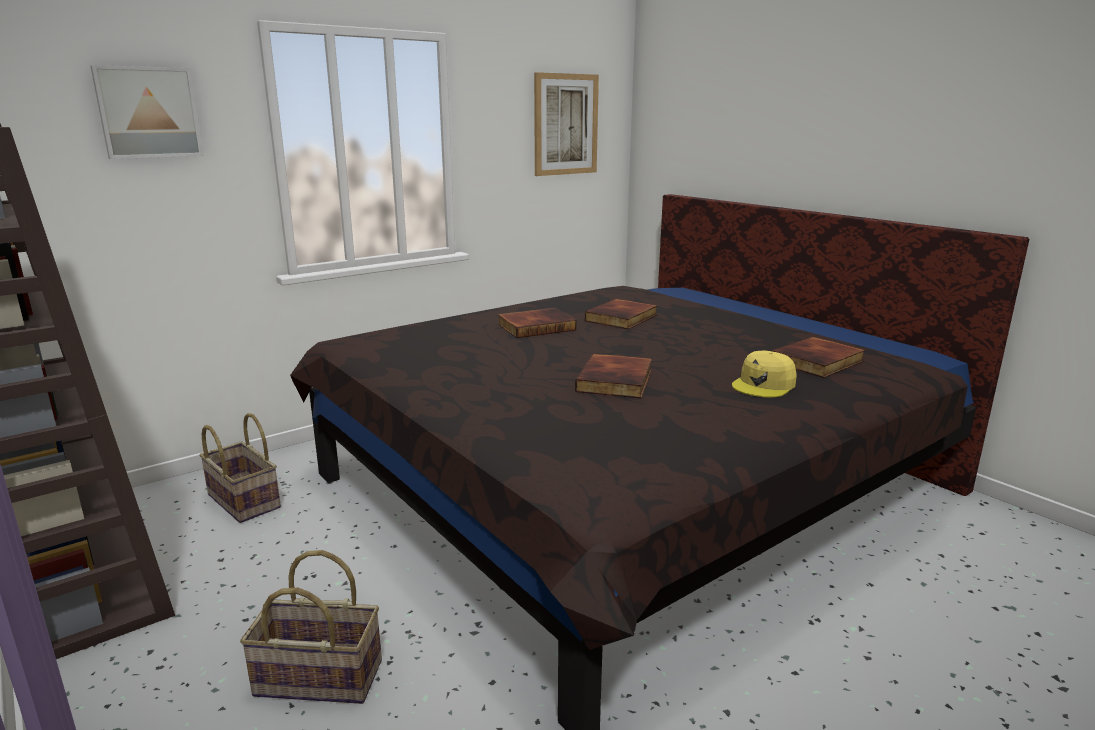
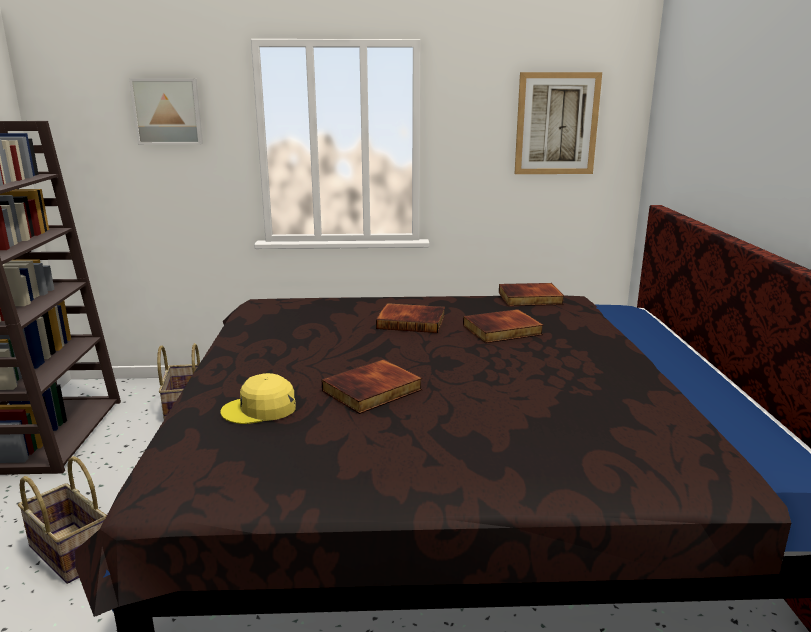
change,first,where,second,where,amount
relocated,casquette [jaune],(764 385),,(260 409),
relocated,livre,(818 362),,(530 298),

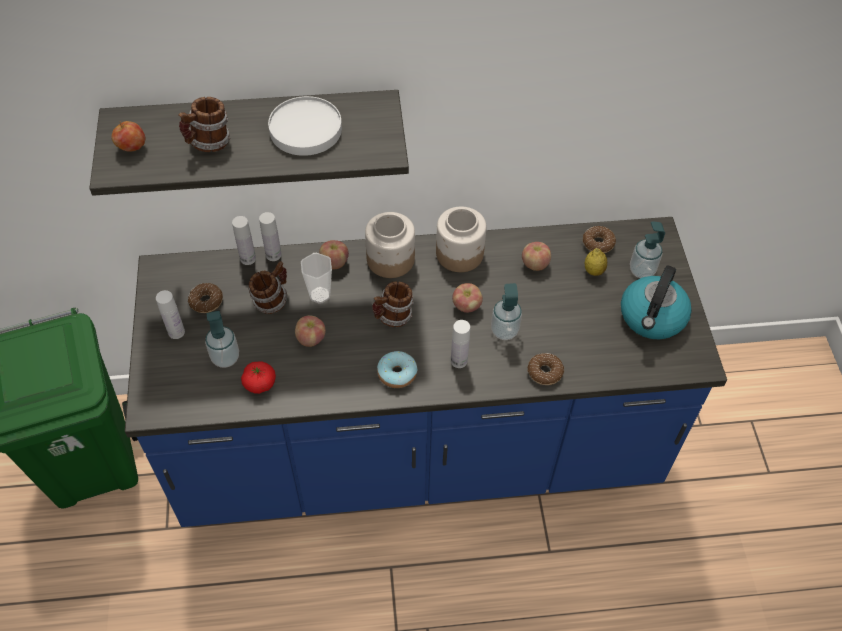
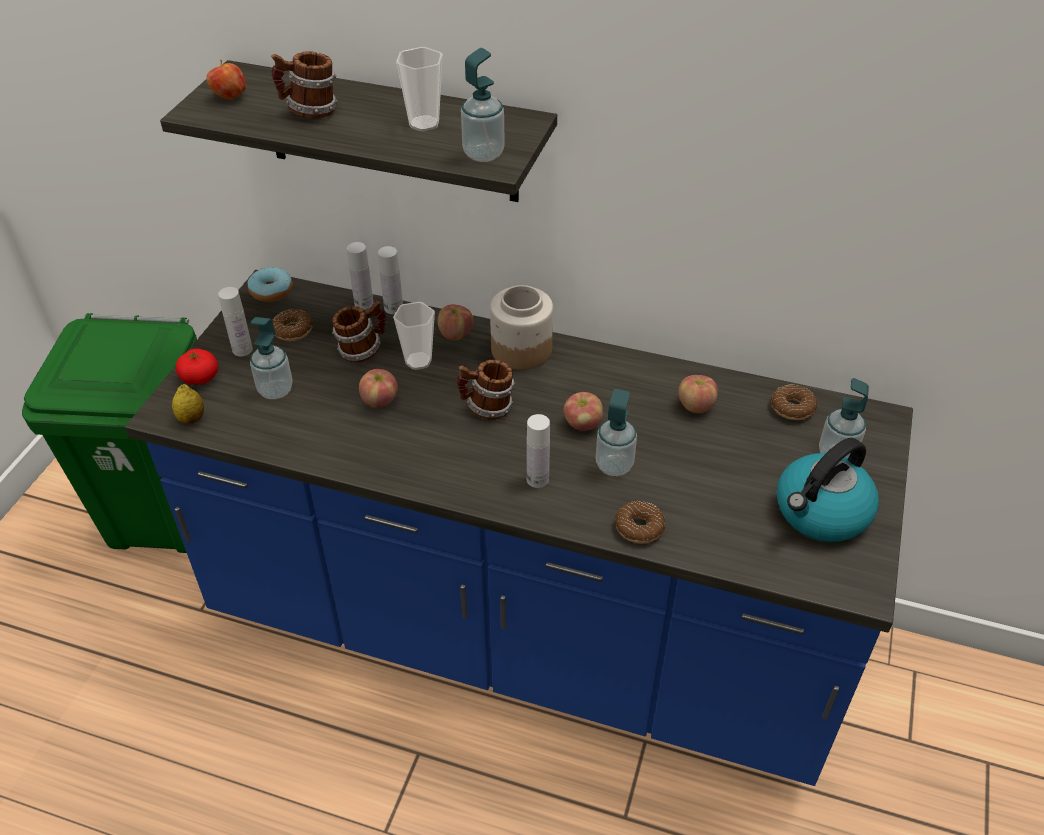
change,first,where,second,where,amount
relocated,tomate,(260 383),,(200 377),
exchanged,assiette [blanc],(306 129),tasse,(424 124),
relocated,beignet,(397 374),,(271 291),
missing,bocal,(460 254),,,
relocated,citron,(593 271),,(192 419),
appeared,,,distributeur de savon,(483 154),

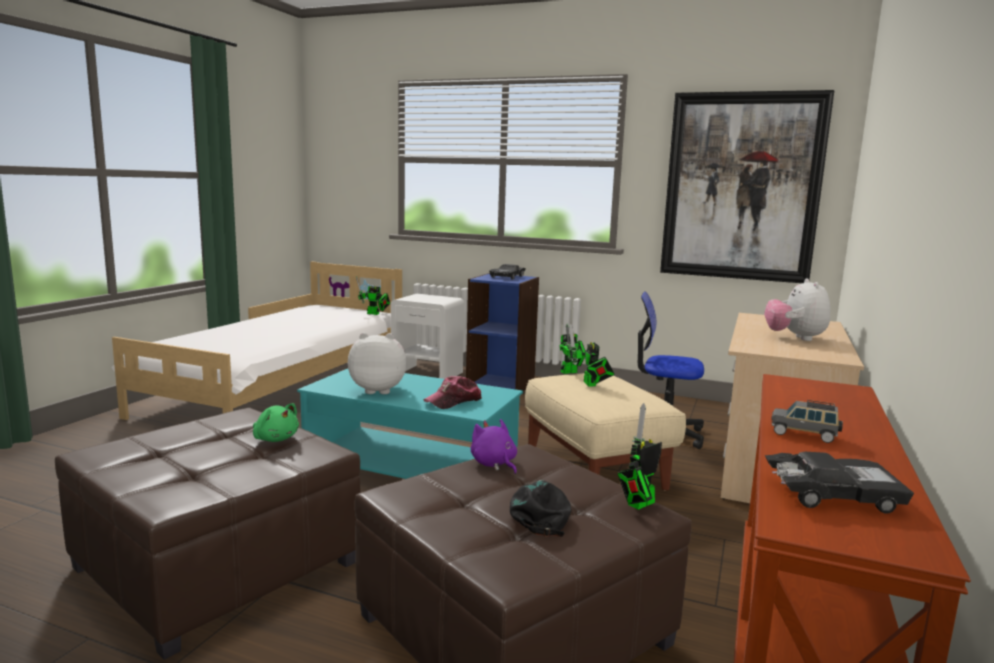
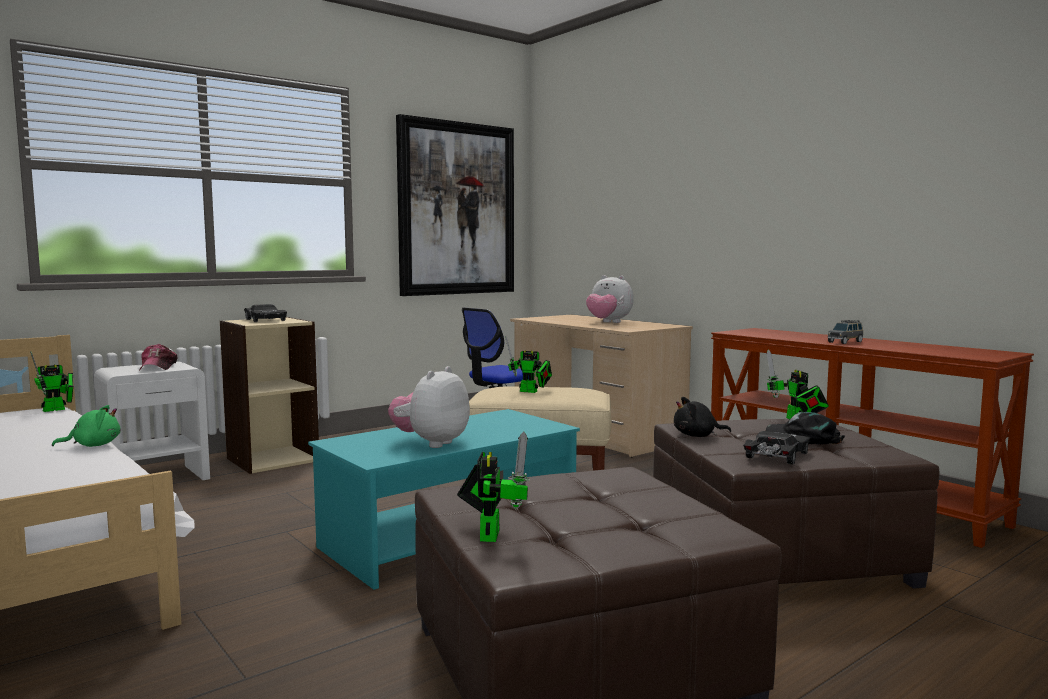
change,first,where,second,where,amount
relocated,peluche [vert],(275 439),,(93 445),
relocated,casquette,(453 401),,(158 367),
colour,bibliothèque [bleu],(501 385),bibliothèque [beige],(272 459),
colour,peluche [violet],(494 464),peluche [noir],(697 436),
relocated,robot jouet,(571 372),,(490 533),
relocated,petite voiture [noir],(832 494),,(776 455),

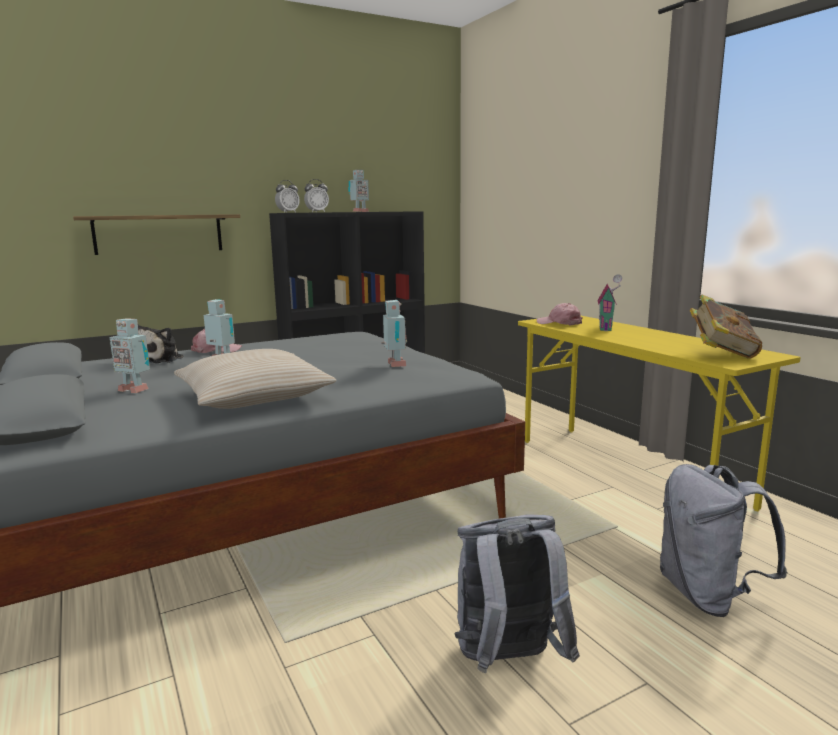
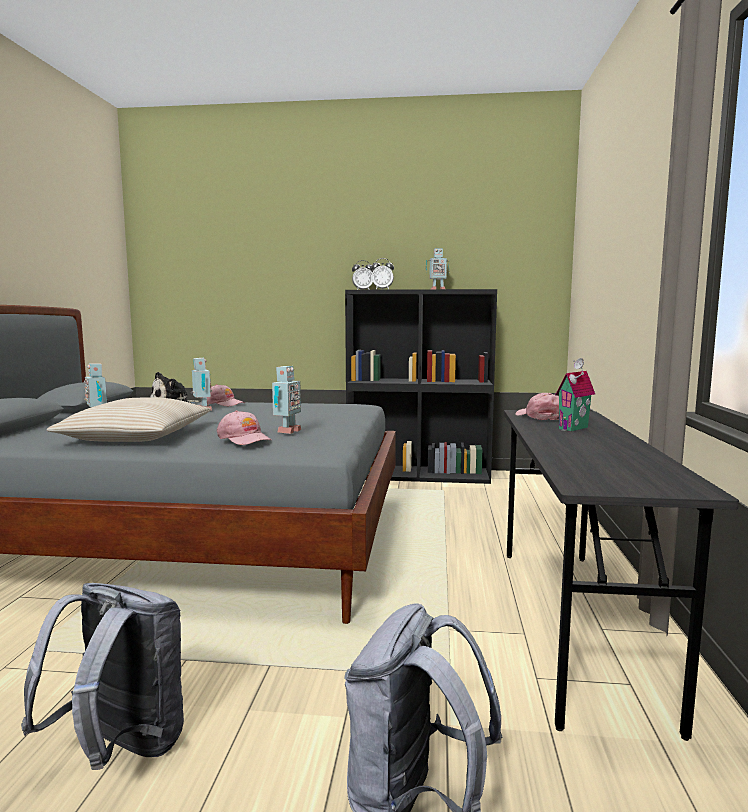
change,first,where,second,where,amount
missing,étagère,(159 234),,,
colour,bureau [jaune],(627 471),bureau [gris],(575 624),
missing,livre,(721 353),,,
appeared,,,casquette [rose],(244 439),

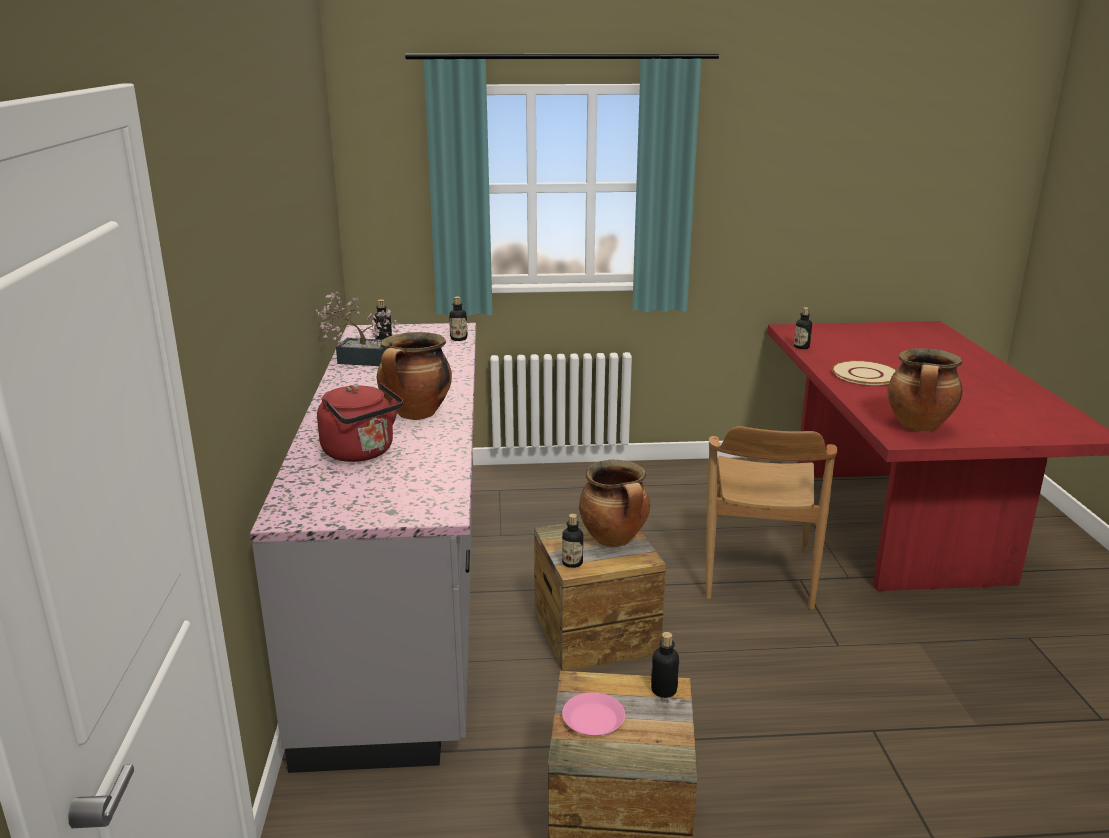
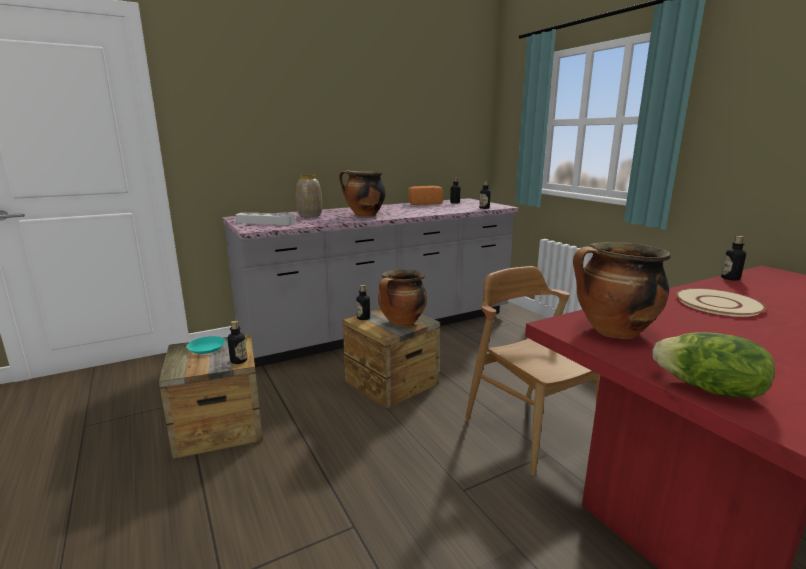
change,first,where,second,where,amount
exchanged,plante en pot,(359 359),pain,(424 203),
exchanged,bouilloire [rouge],(362 453),vase,(309 216),
colour,assiette [rose],(593 719),assiette [turquoise],(206 348),
spun,chaise [marron],(757 573),,(530 430),75 degrees clockwise
appeared,,,plateau [gris],(265 222),
appeared,,,laitue,(708 389),

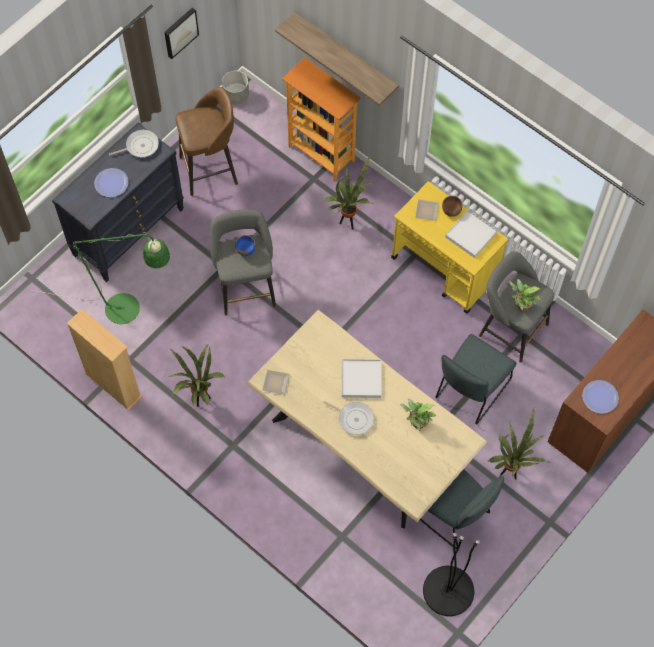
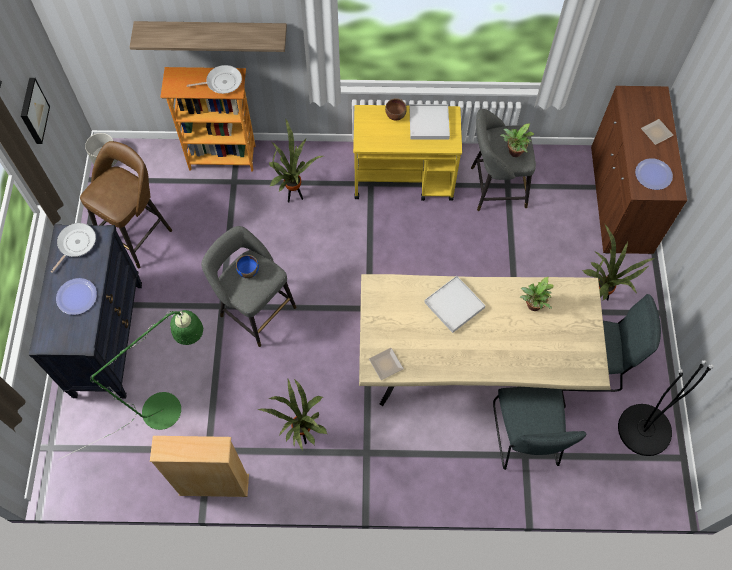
change,first,where,second,where,amount
relocated,poêle,(354 418),,(222 82),
relocated,assiette,(426 210),,(655 132),
relocated,chaise [gris],(470 391),,(525 438),

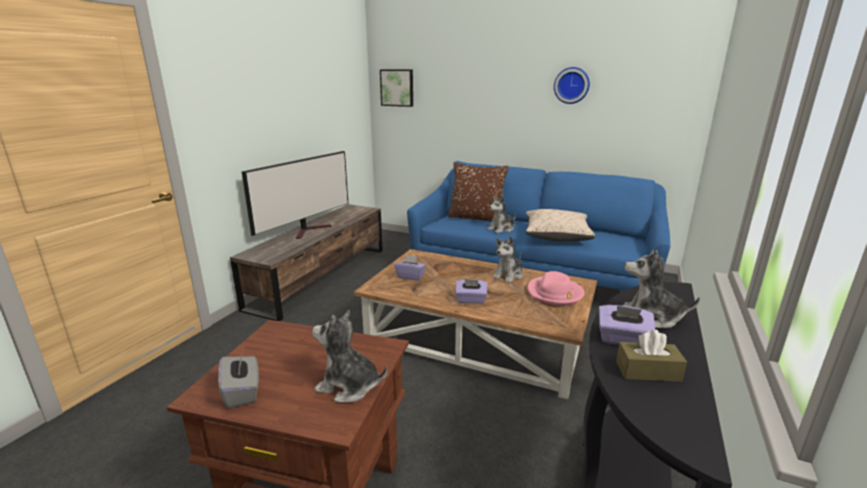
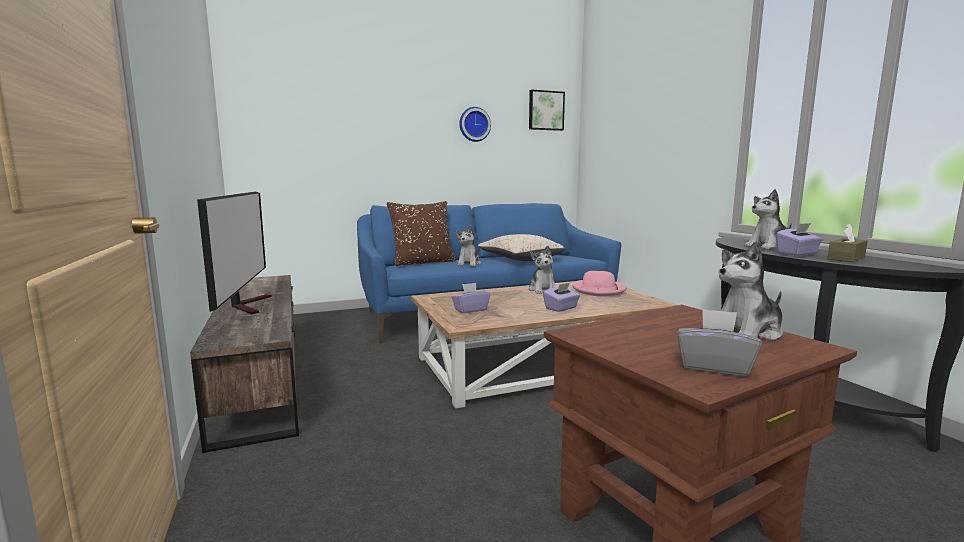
change,first,where,second,where,amount
relocated,tableau,(397 87),,(545 110),

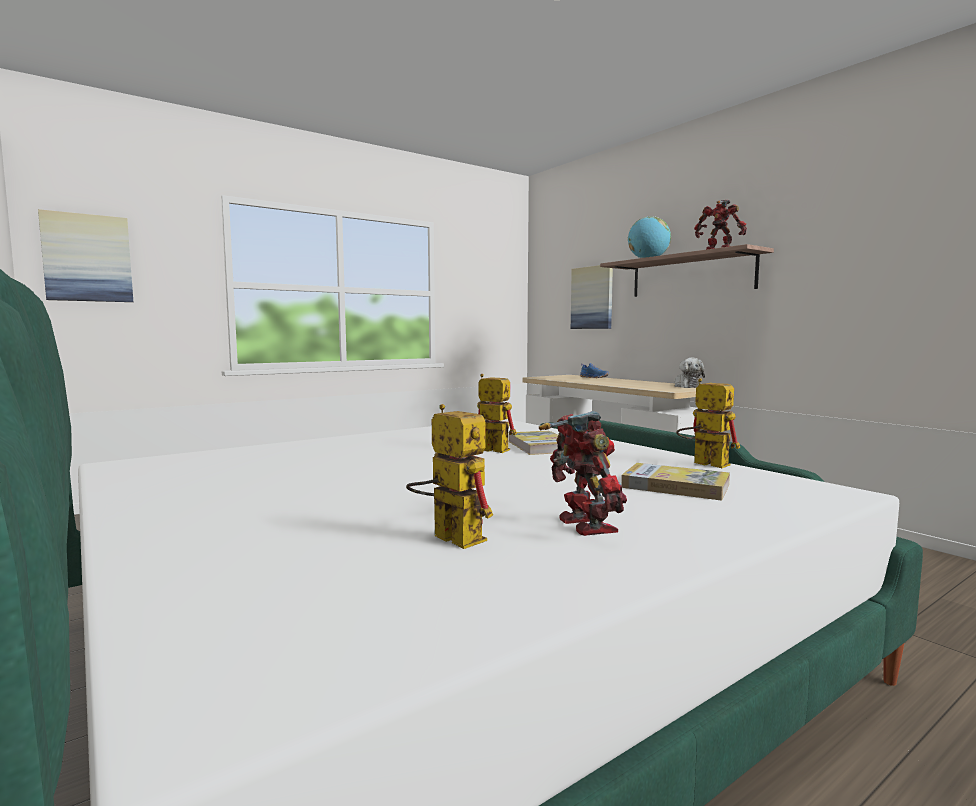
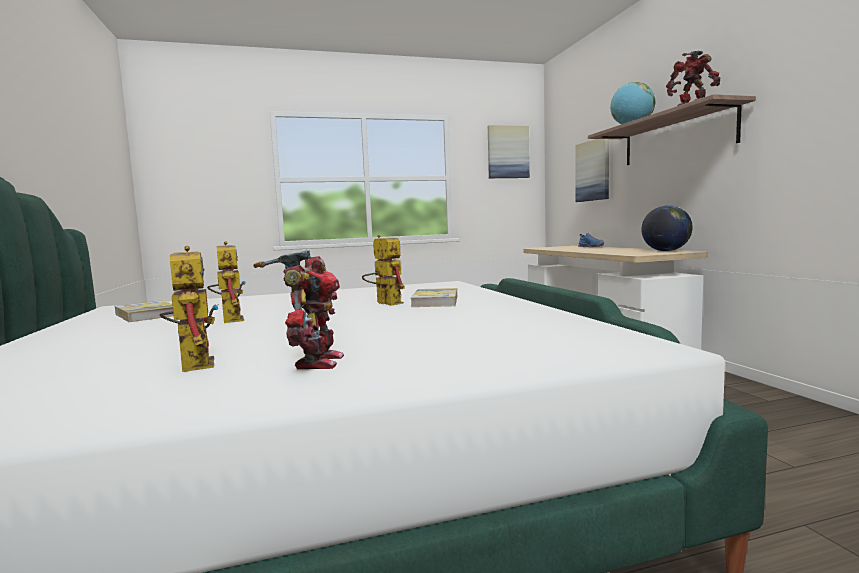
change,first,where,second,where,amount
relocated,tableau,(87 258),,(508 152),
relocated,livre,(675 486),,(147 315),
exchanged,peluche,(686 386),globe,(666 251),
relocated,robot jouet,(703 463),,(229 319),

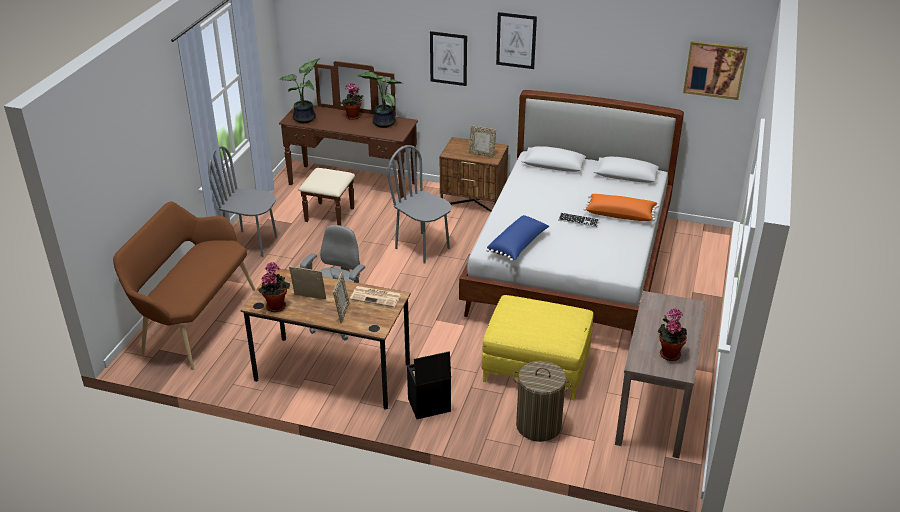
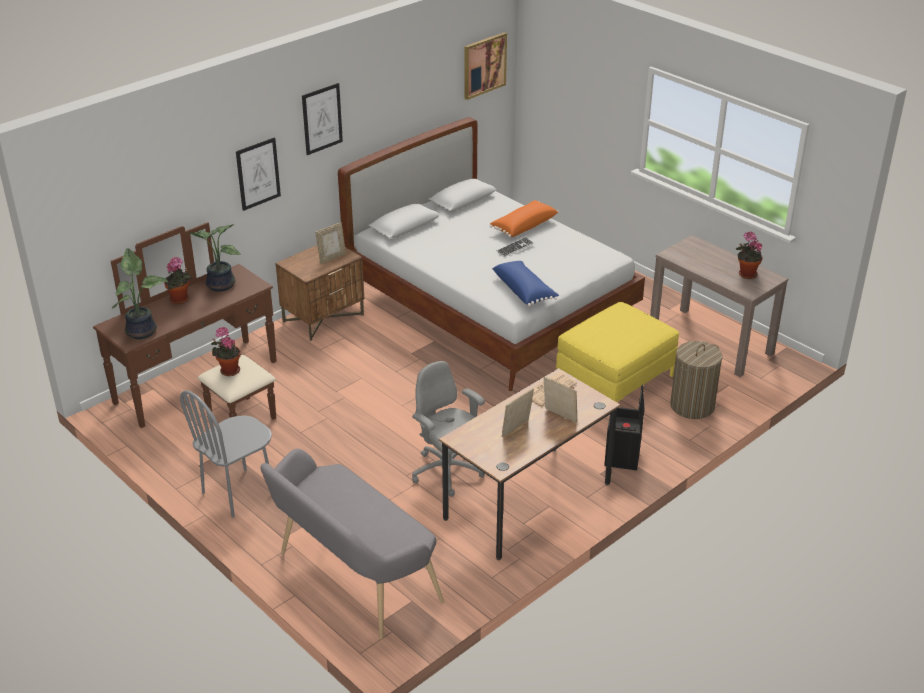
change,first,where,second,where,amount
colour,banc [marron],(194 321),banc [gris],(352 579),
relocated,plante en pot,(276 305),,(228 370),
missing,chaise [gris],(422 248),,,

